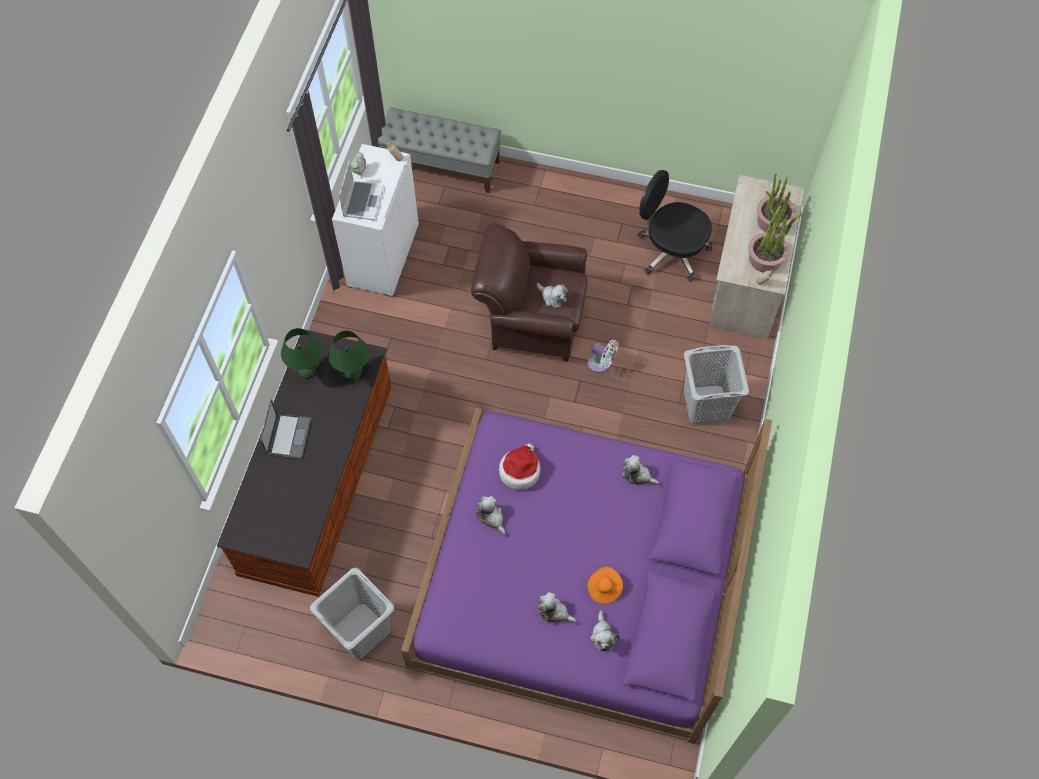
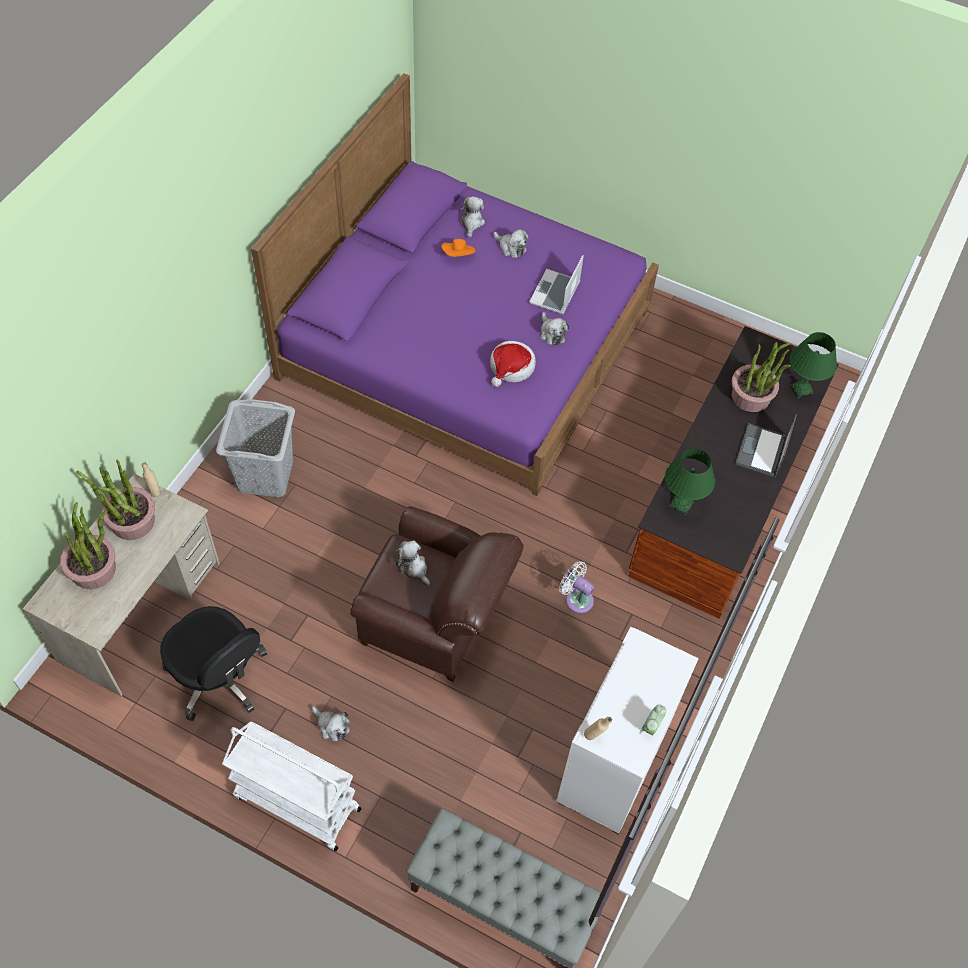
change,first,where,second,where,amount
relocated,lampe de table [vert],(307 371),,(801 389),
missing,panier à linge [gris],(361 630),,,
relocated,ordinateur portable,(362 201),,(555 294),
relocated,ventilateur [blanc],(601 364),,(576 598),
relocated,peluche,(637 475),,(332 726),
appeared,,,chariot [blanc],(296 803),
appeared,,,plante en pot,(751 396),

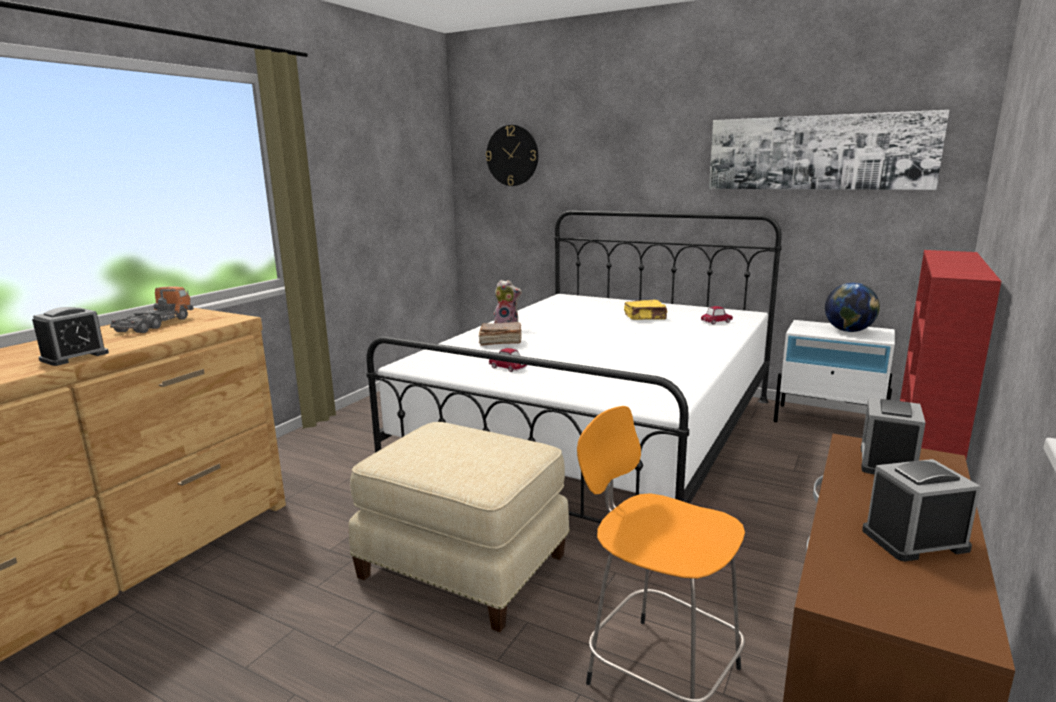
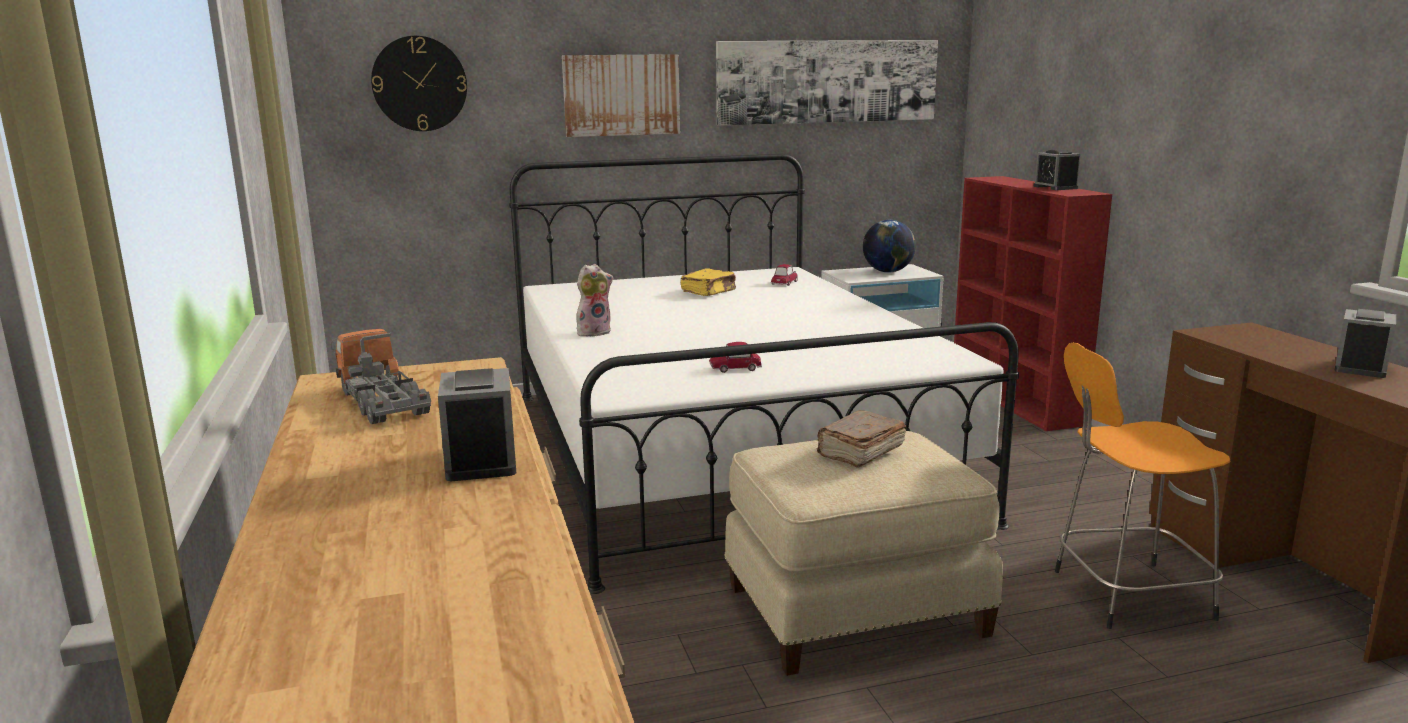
change,first,where,second,where,amount
relocated,livre [marron],(500 342),,(859 452),
relocated,réveil,(886 462),,(1055 187),
appeared,,,tableau,(621 95),

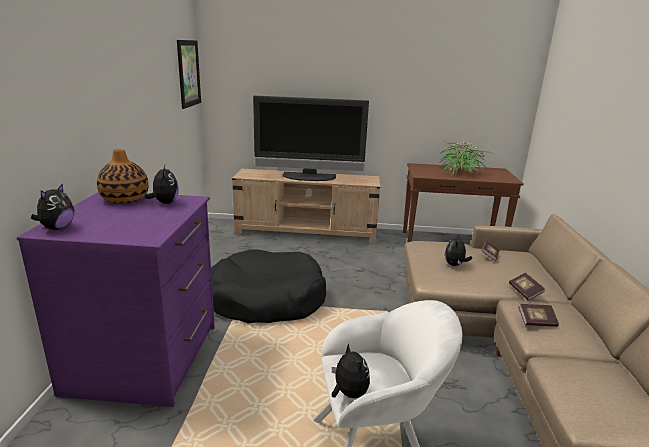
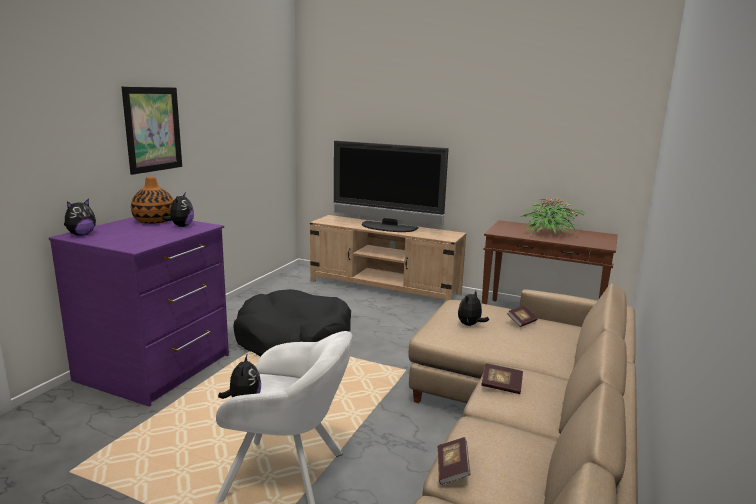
change,first,where,second,where,amount
relocated,tableau,(188 73),,(153 129),
relocated,livre,(525 292),,(452 469),

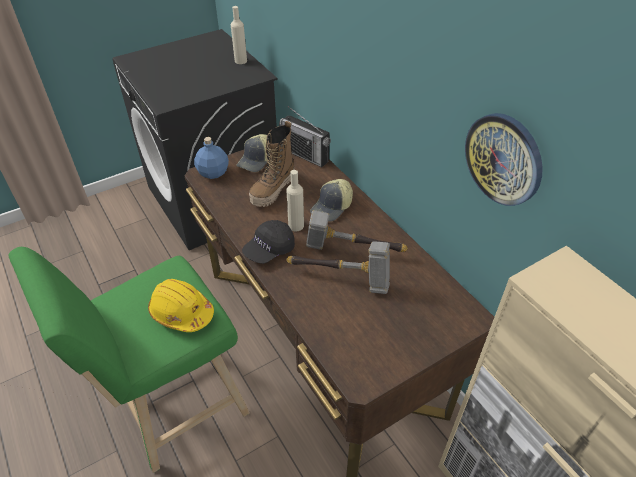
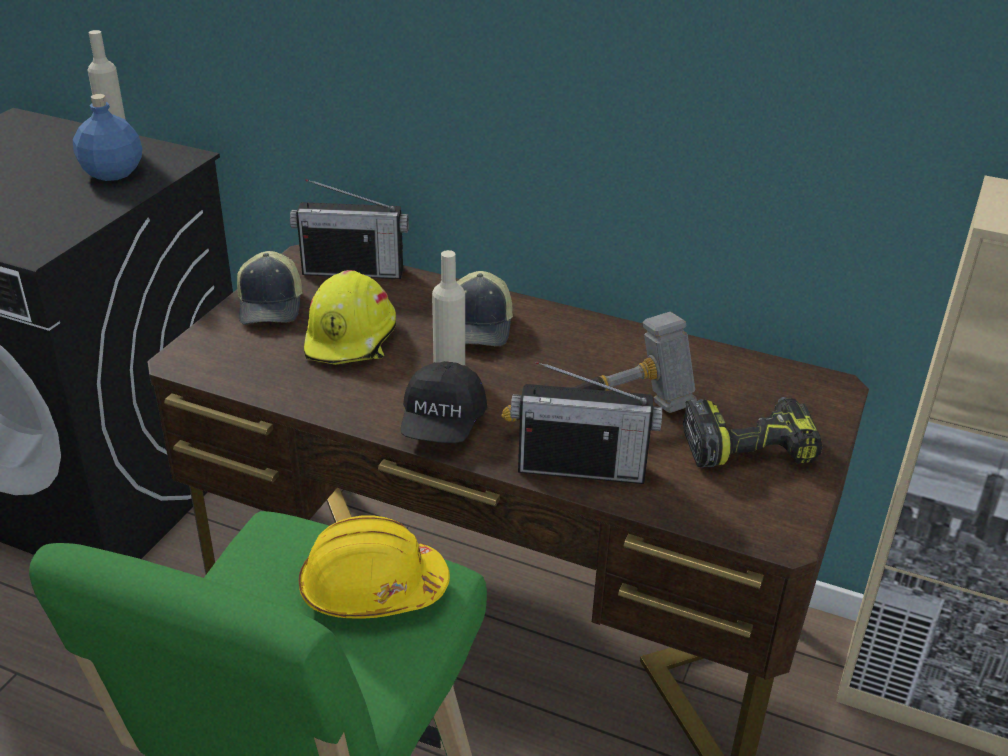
change,first,where,second,where,amount
relocated,bouteille [bleu],(213 173),,(113 173),
exchanged,botte,(273 190),casque de chantier [jaune],(352 338),
missing,marteau,(351 251),,,
missing,horloge murale,(503 159),,,
appeared,,,radio,(581 468),
appeared,,,perceuse,(749 446),

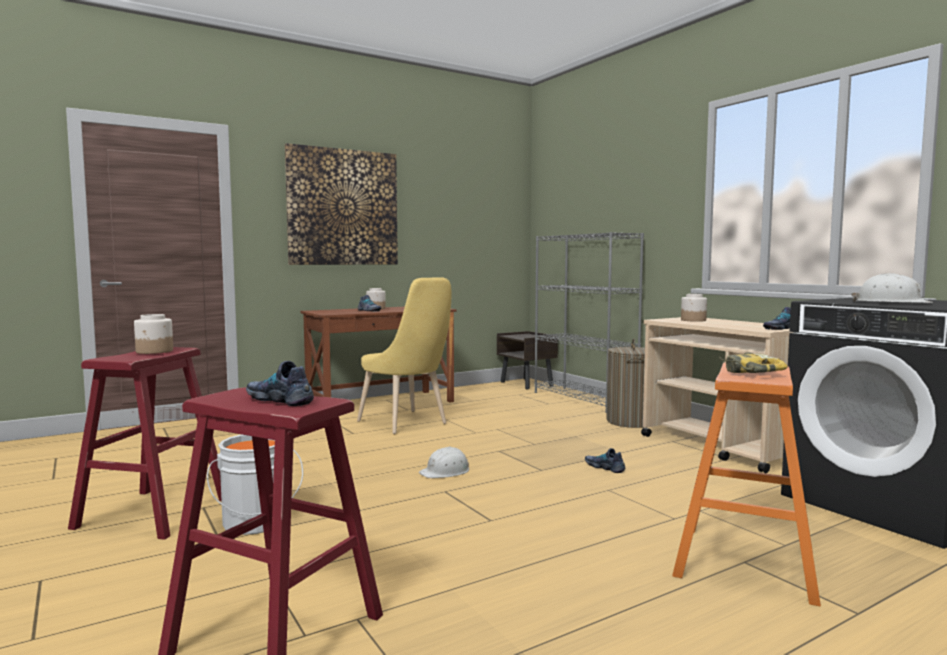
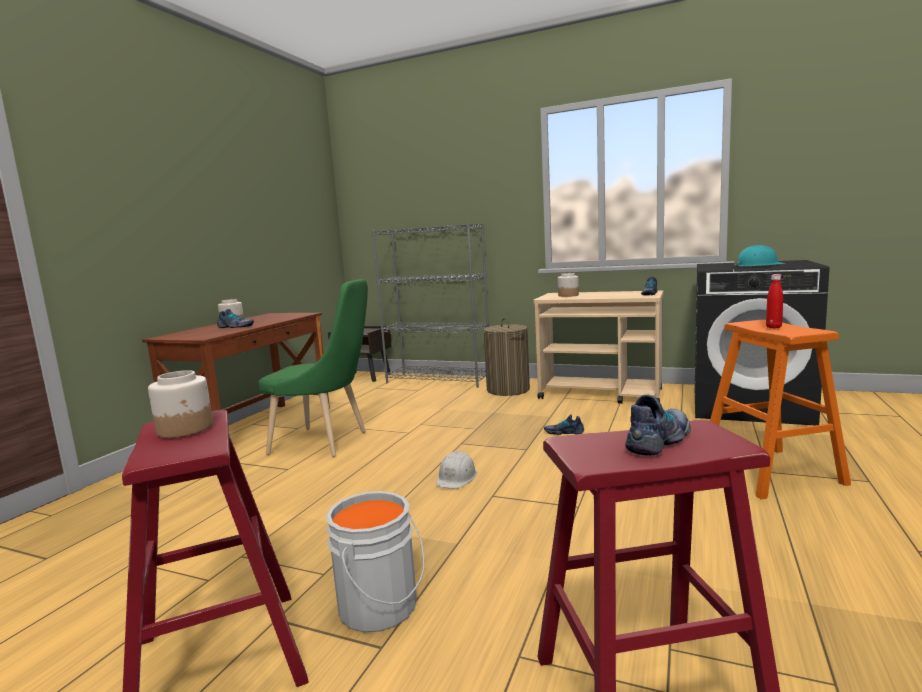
change,first,where,second,where,amount
spun,chaussure,(280 399),,(660 439),135 degrees clockwise
missing,tableau,(343 207),,,
colour,chaise [jaune],(406 424),chaise [vert],(325 443),
exchanged,perceuse,(746 371),bouteille [rouge],(773 327),
colour,casque de chantier [blanc],(891 303),casque de chantier [turquoise],(758 266),

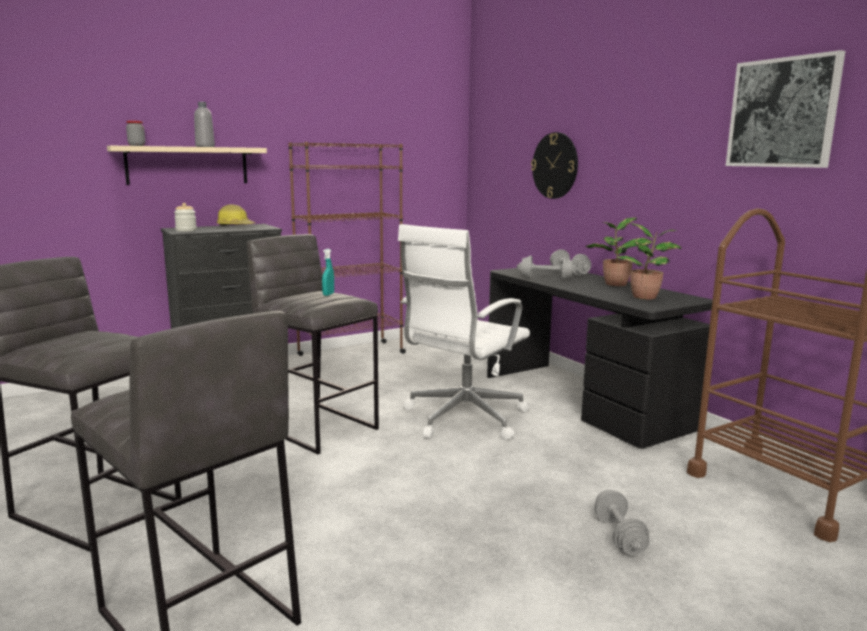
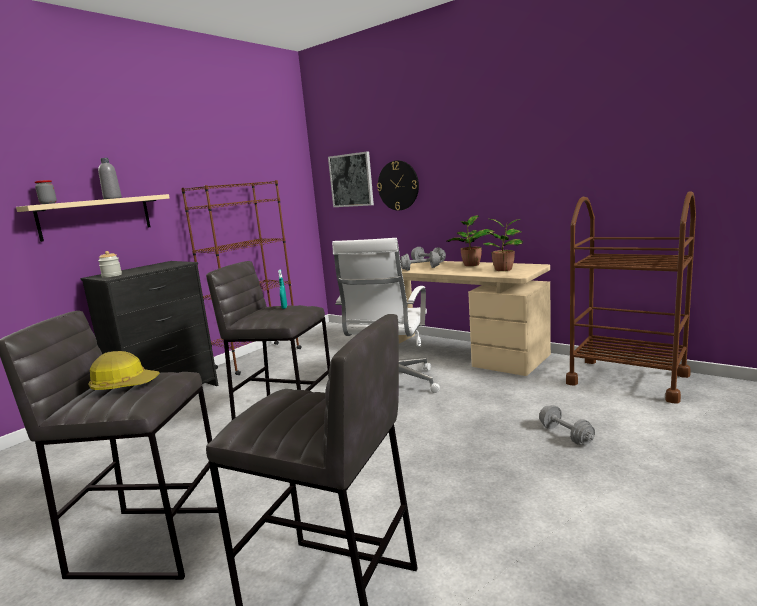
change,first,where,second,where,amount
relocated,casque de chantier,(235 226),,(124 385),
colour,bureau [noir],(584 400),bureau [beige],(460 353),
relocated,tableau,(782 113),,(351 180),

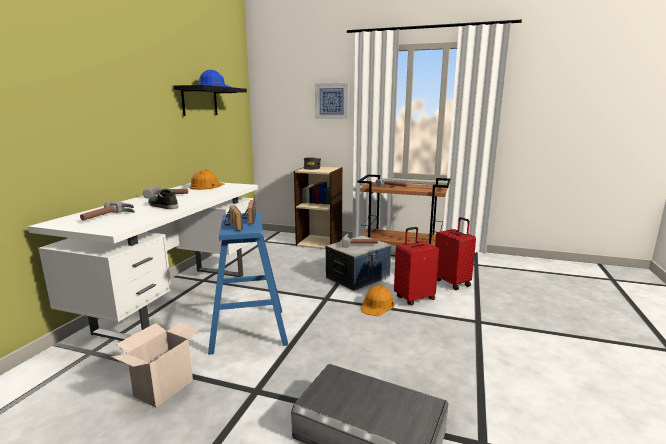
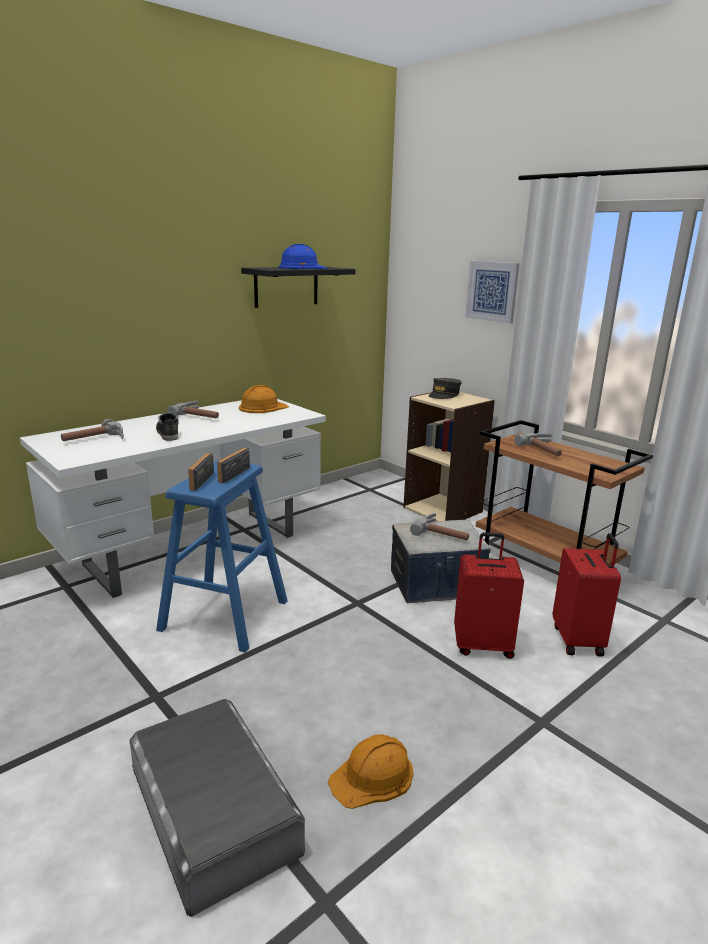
change,first,where,second,where,amount
missing,carton,(164 387),,,
relocated,casque de chantier [orange],(377 305),,(373 776),

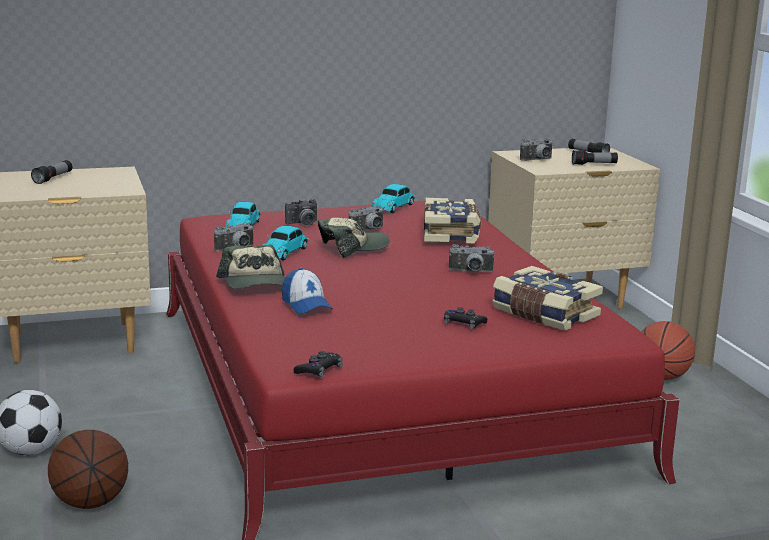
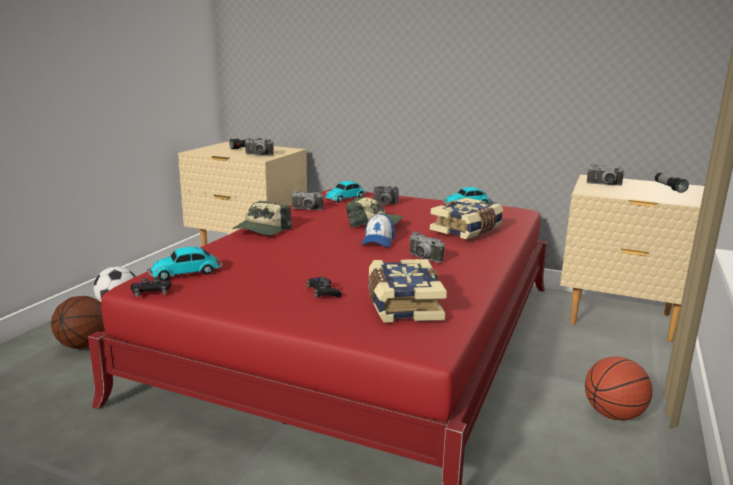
change,first,where,second,where,amount
relocated,petite voiture,(285 252),,(187 273),
relocated,casquette,(306 305),,(378 241),
relocated,appareil photo,(368 231),,(259 155),
missing,lampe de poche,(594 164),,,

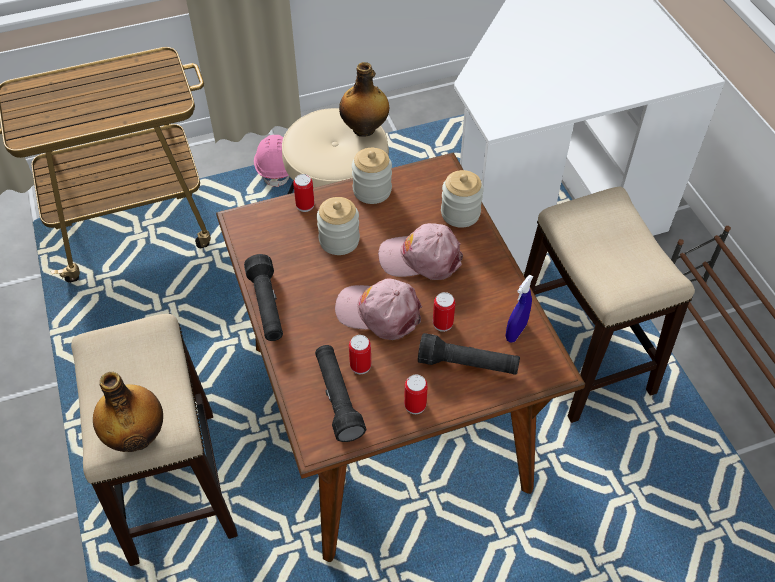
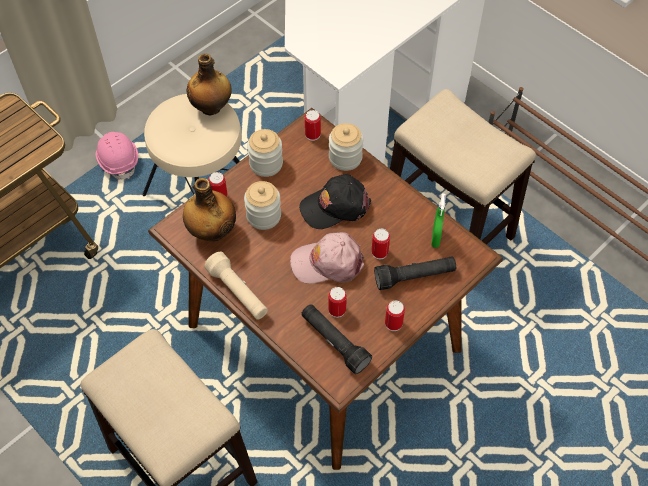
change,first,where,second,where,amount
relocated,bouteille,(137 435),,(212 231),
colour,lampe de poche [noir],(267 306),lampe de poche [beige],(238 292),
colour,casquette [rose],(421 258),casquette [noir],(335 206),
colour,vaporisateur [bleu],(516 332),vaporisateur [vert],(436 238),
appeared,,,boîte métallique,(312 135),

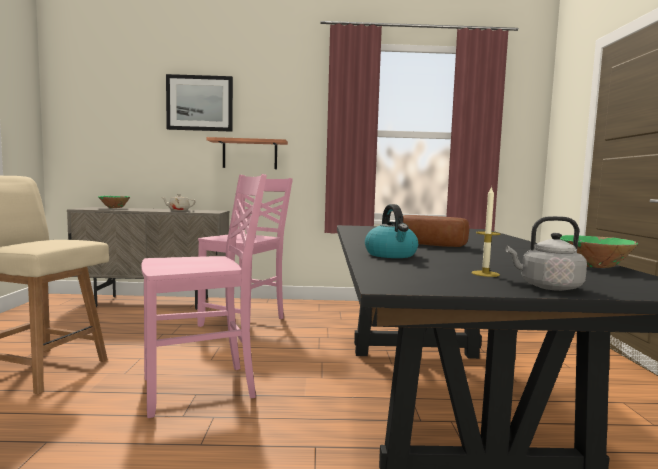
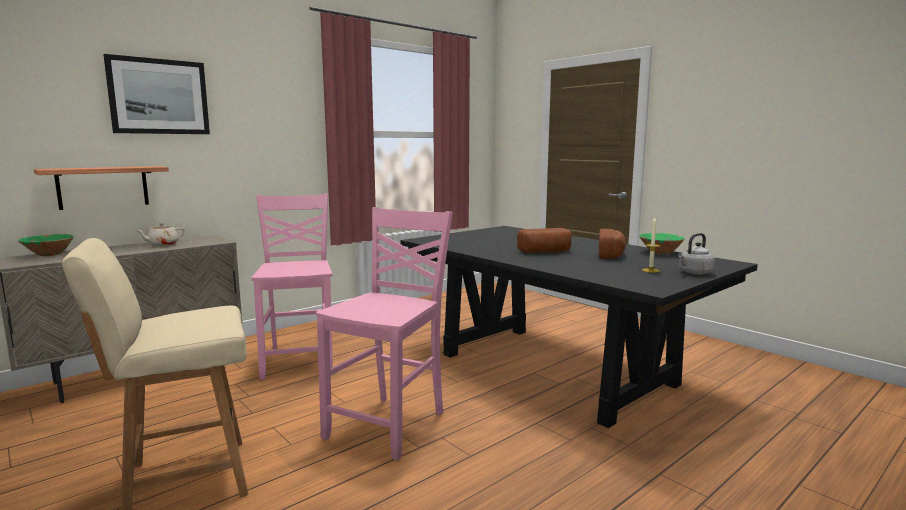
change,first,where,second,where,amount
relocated,étagère,(250 154),,(103 187),
missing,bouilloire,(391 255),,,
appeared,,,pain,(611 254),

